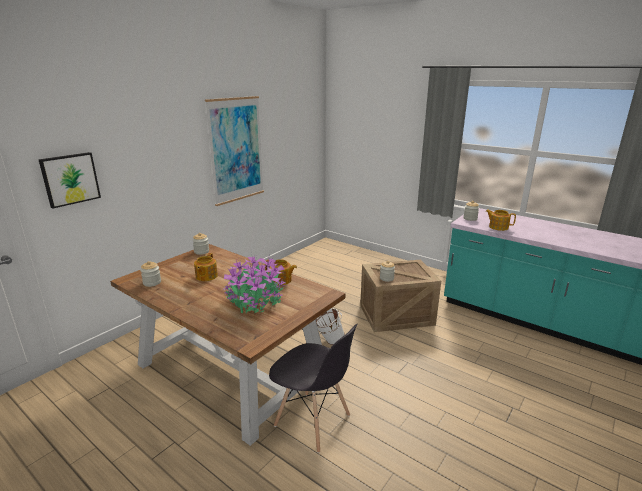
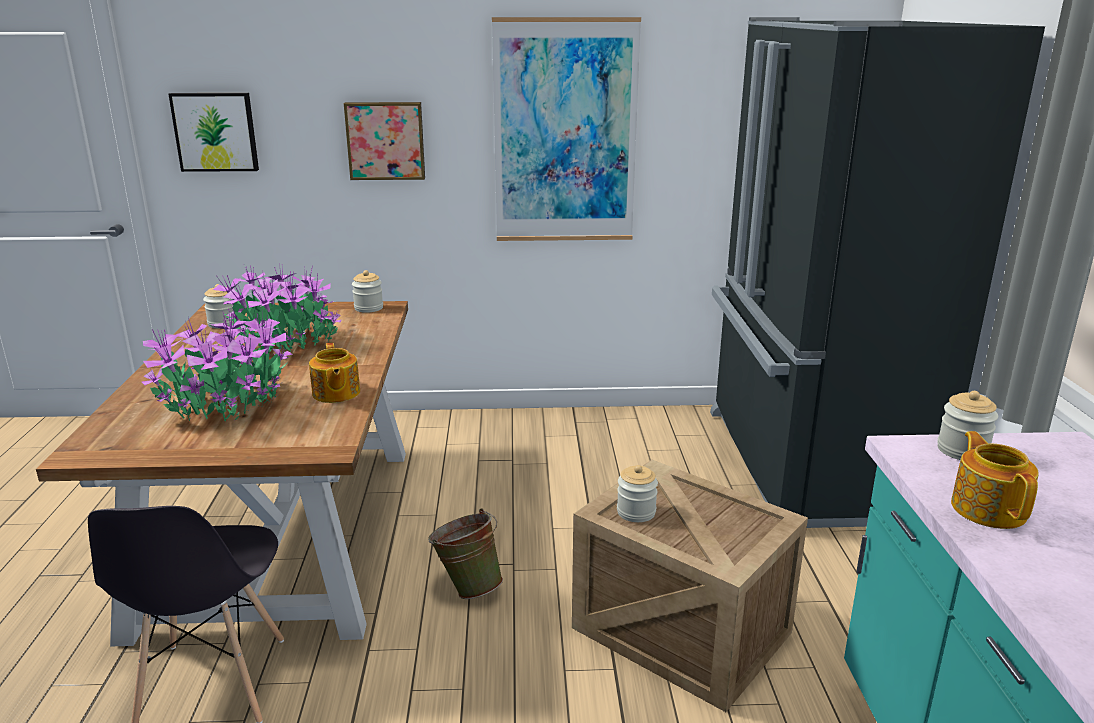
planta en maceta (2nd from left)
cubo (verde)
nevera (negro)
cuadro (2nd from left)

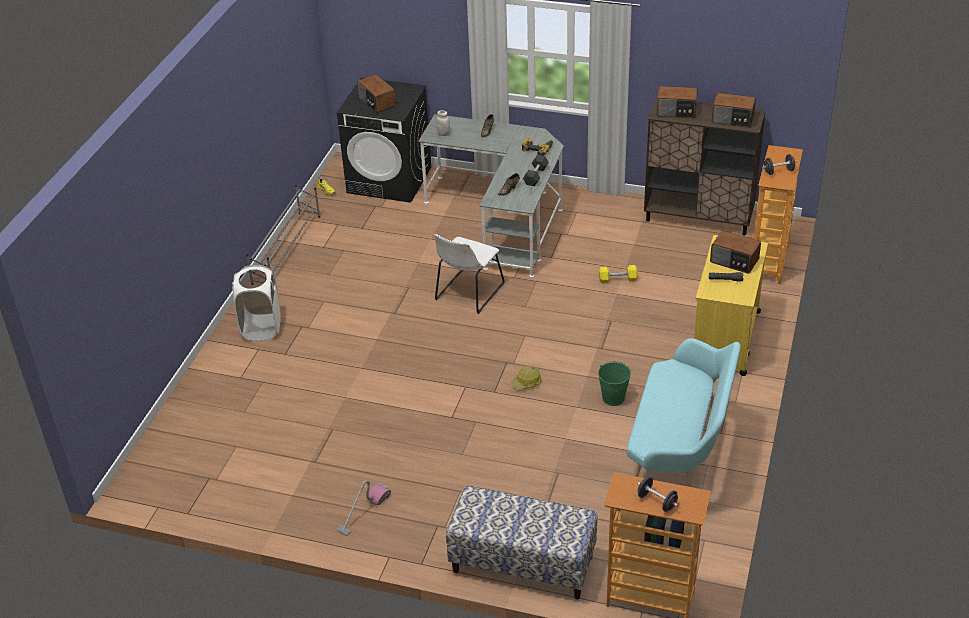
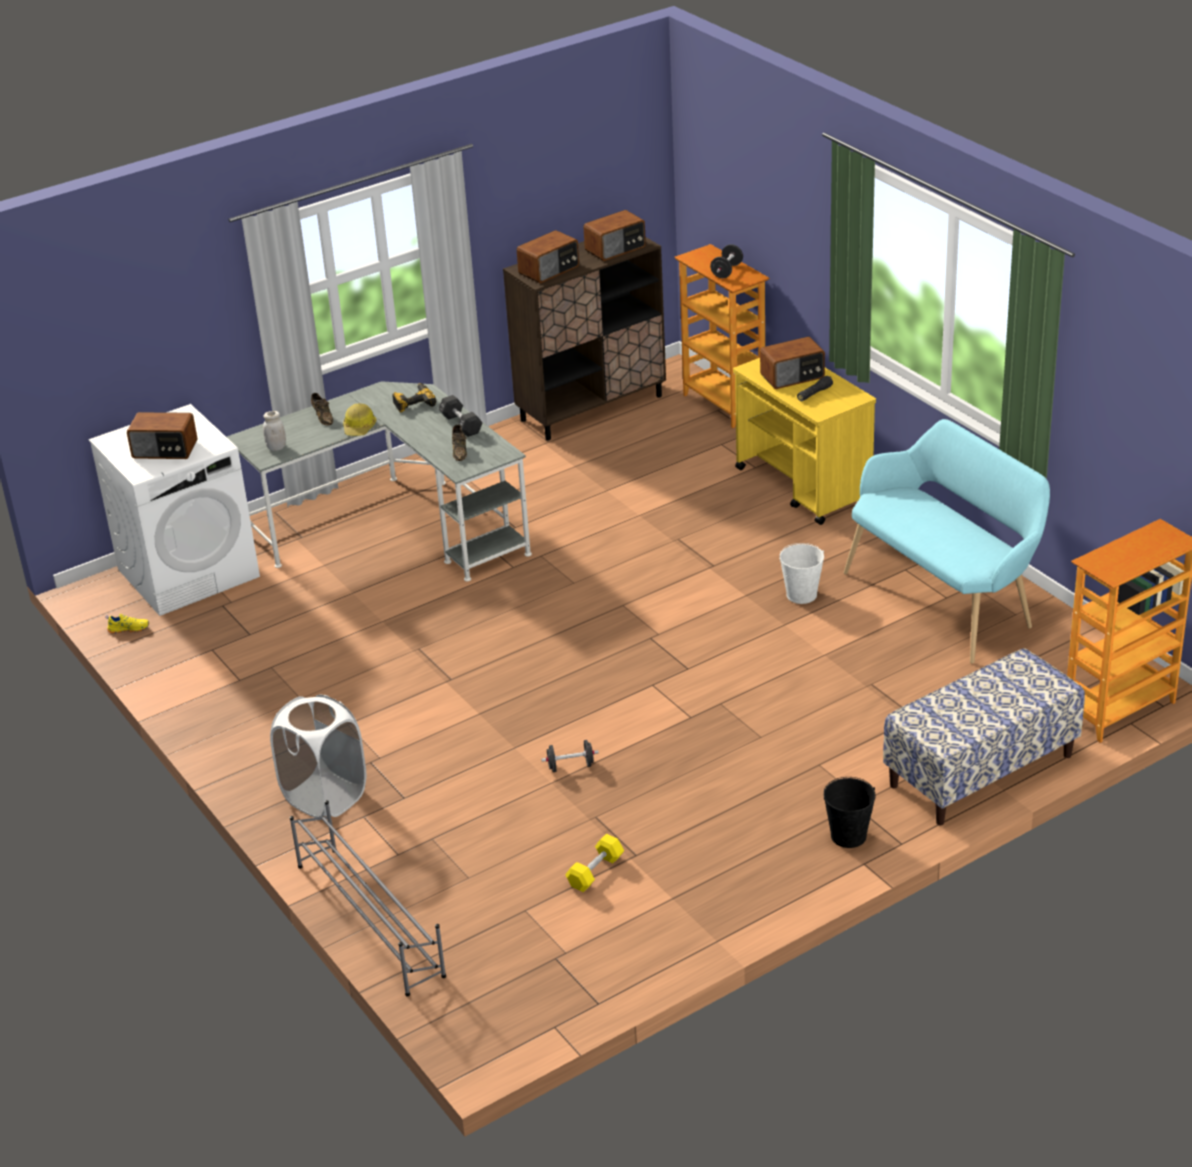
lavadora (blanco)
zapatero (gris)
silla (blanco)
mancuerna (amarillo)
cubo (blanco)
casco
mancuerna (negro) (2nd from left)
aspiradora
cubo (negro)

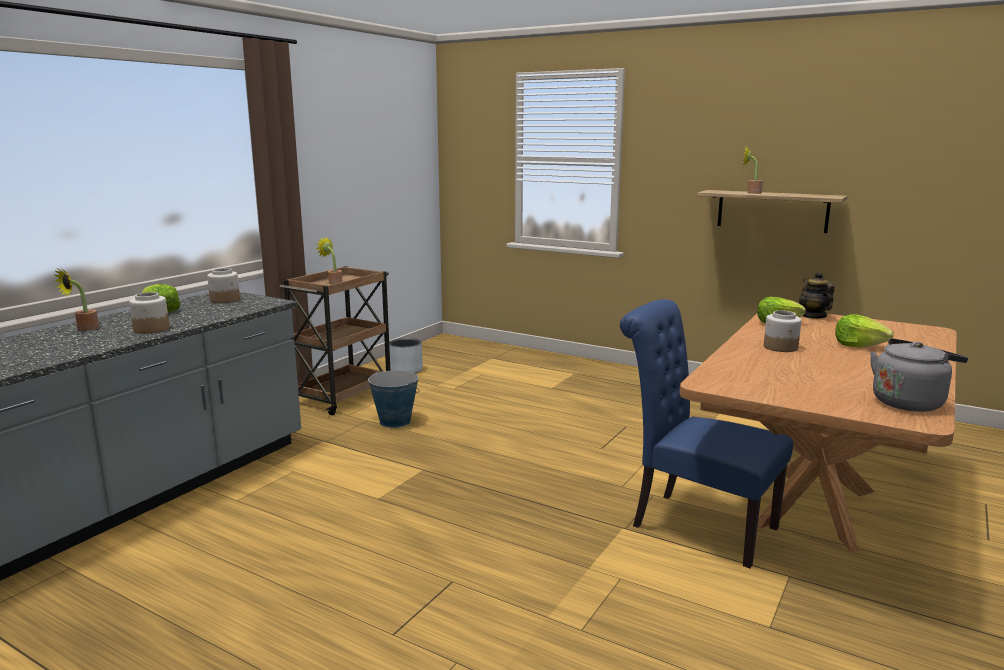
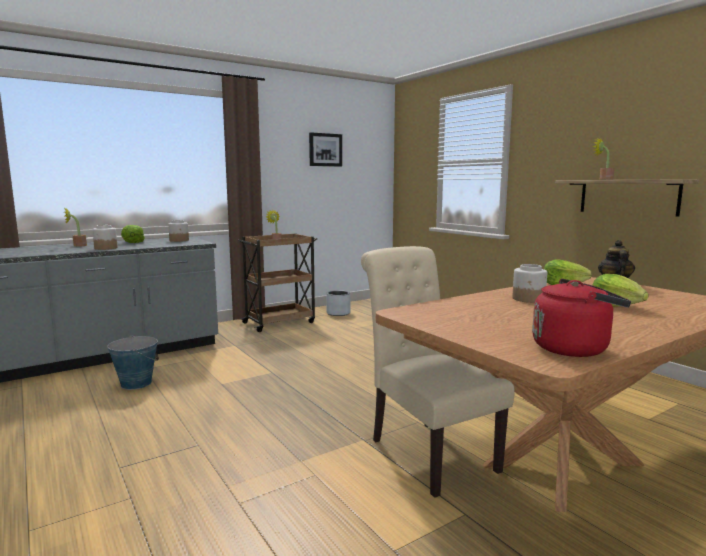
silla (beis)
hervidor (rojo)
cubo
cuadro

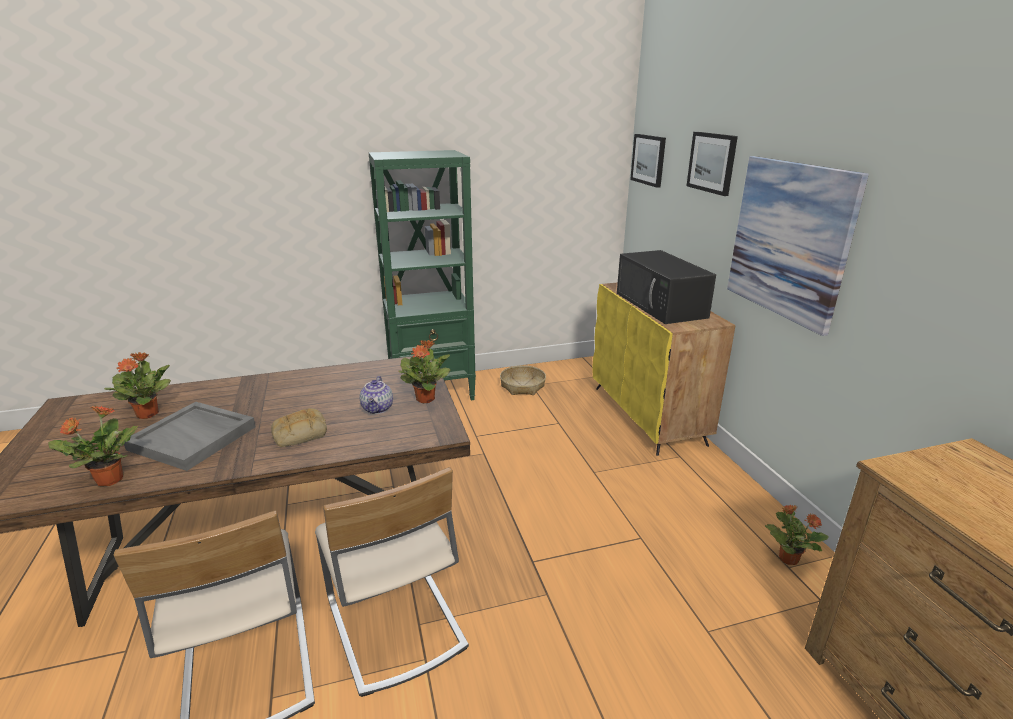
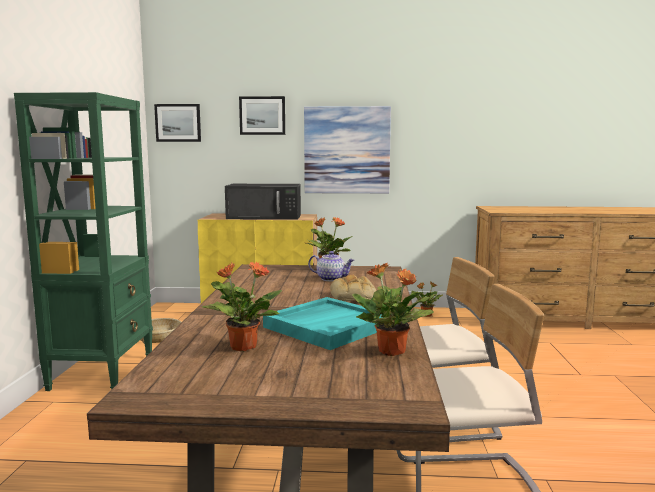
bandeja (turquesa)

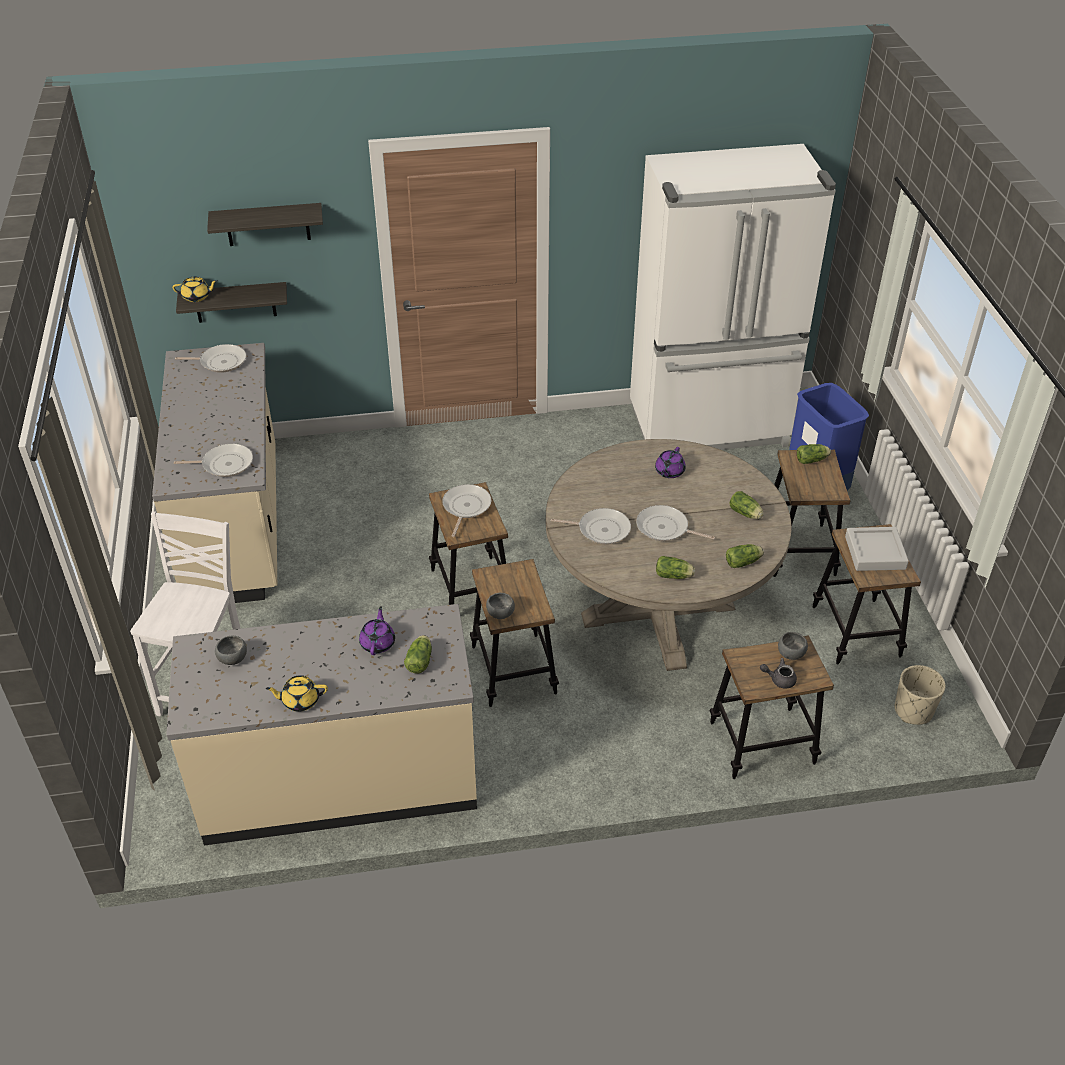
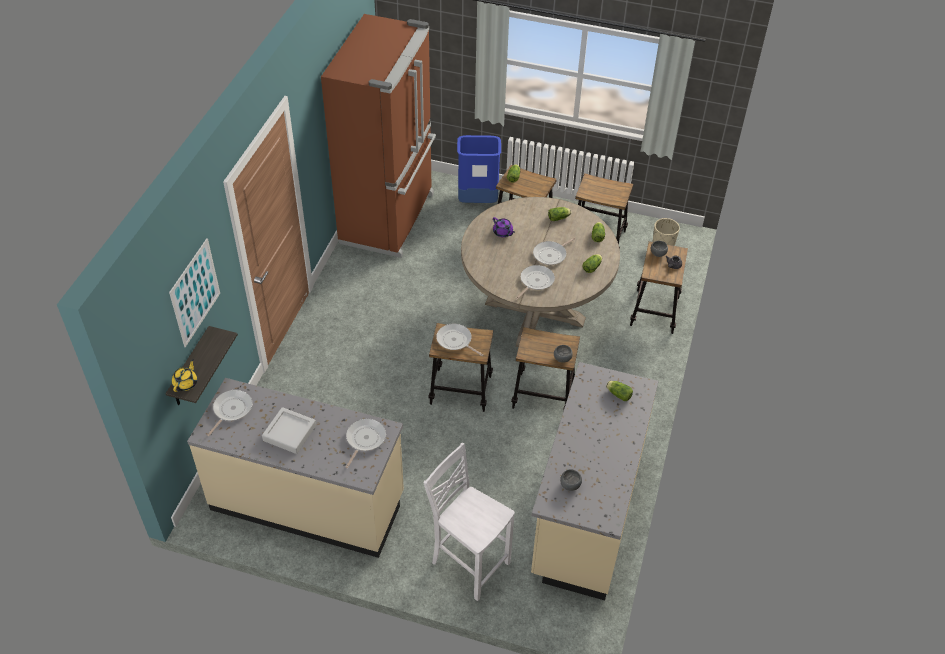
nevera (marrón)
cuadro
bandeja (gris)
tetera (morado) (1st from left in the first image)
tetera (amarillo) (2nd from left in the first image)

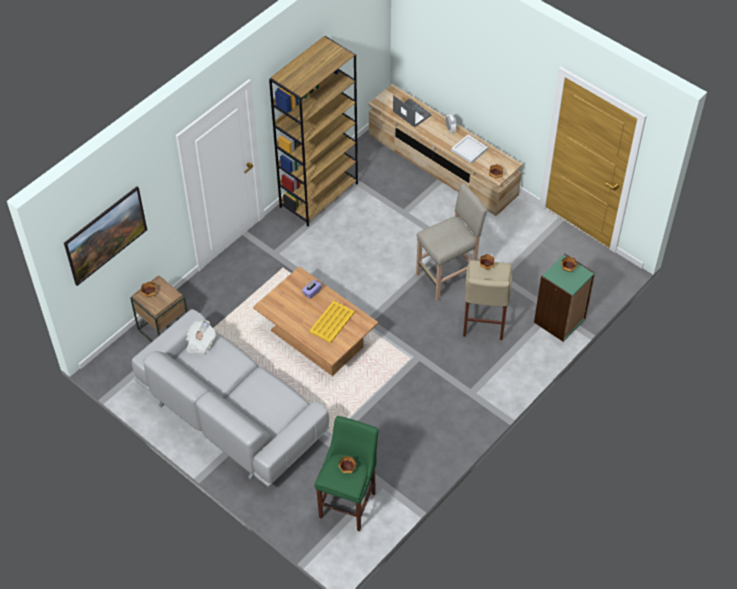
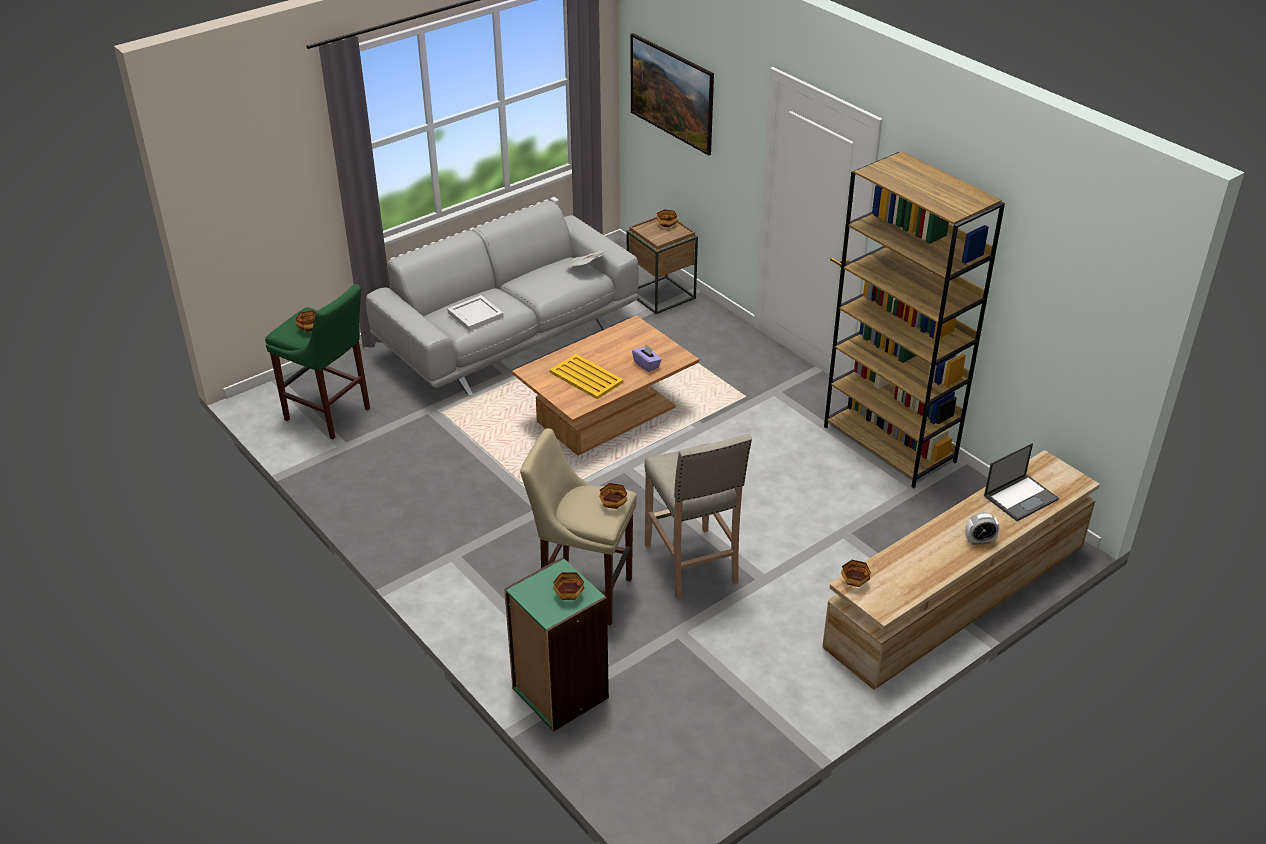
bandeja (blanco)

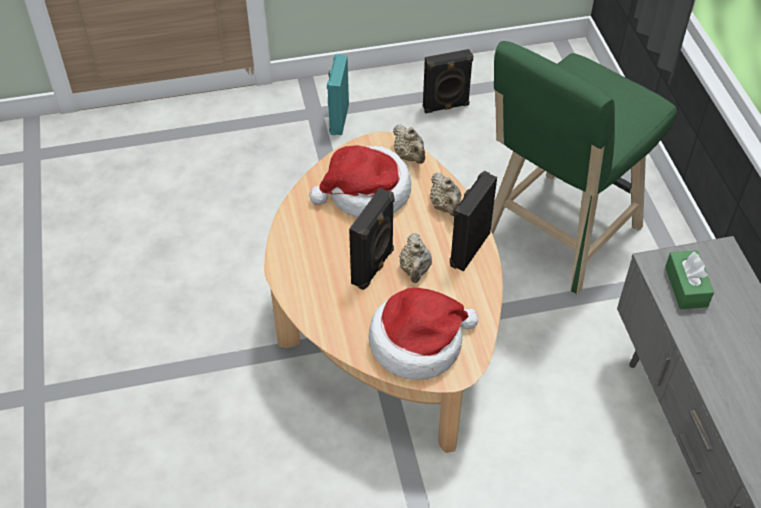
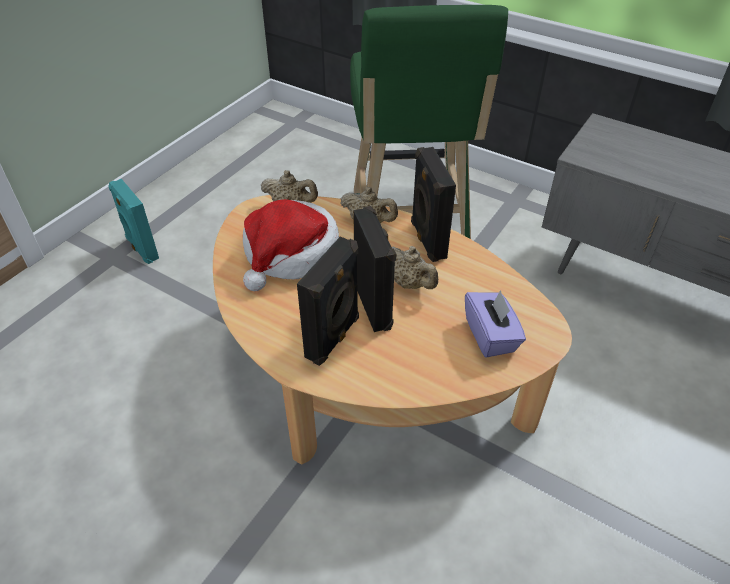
altavoz (negro) (1st from left)
caja de pañuelos (verde)
caja de pañuelos (morado)

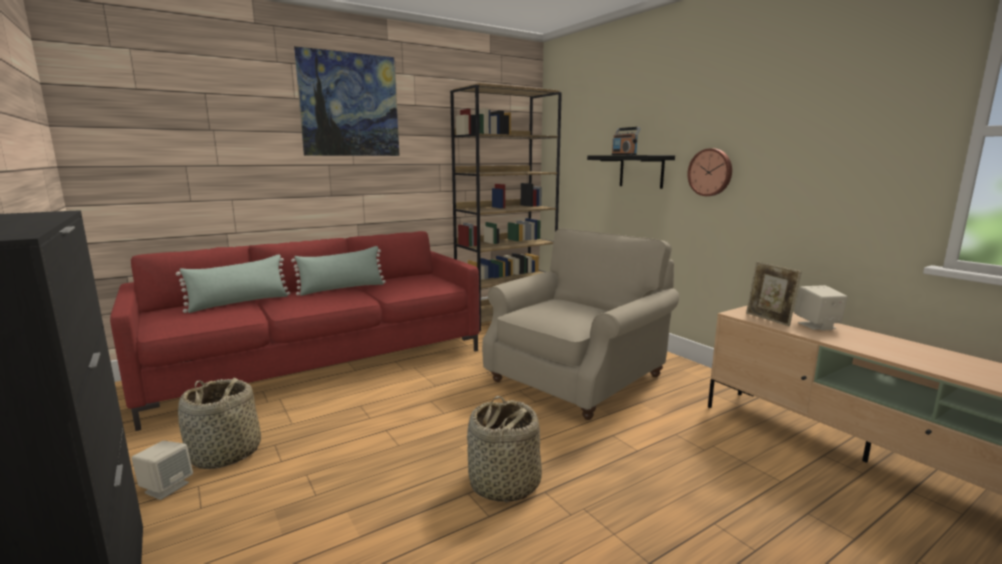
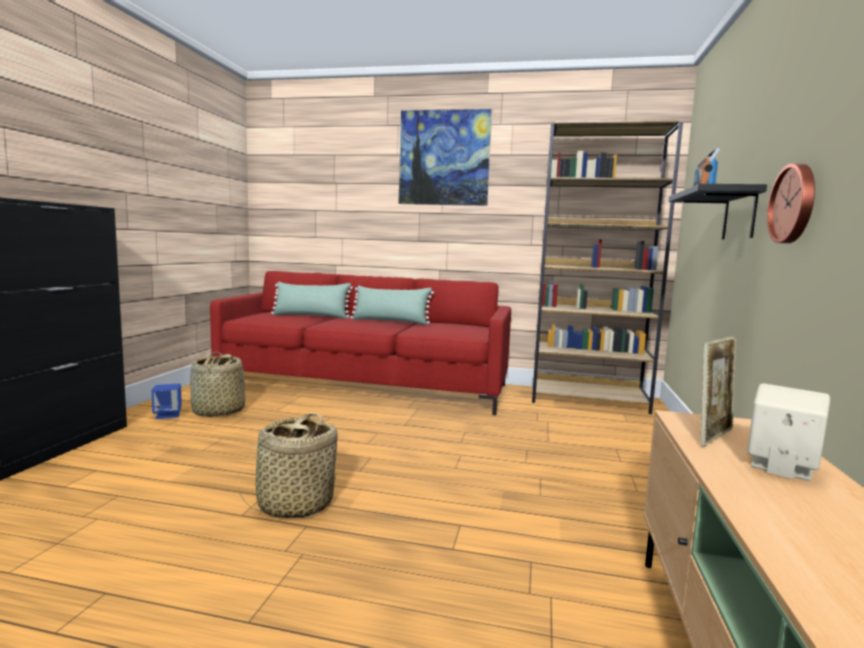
sillón (beis)
portarretratos
altavoz (azul)

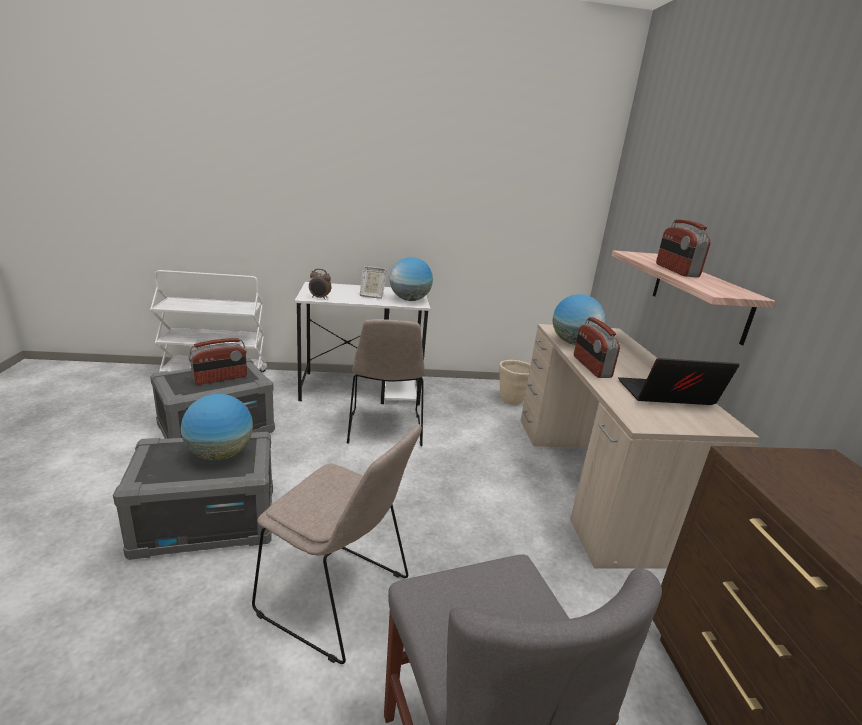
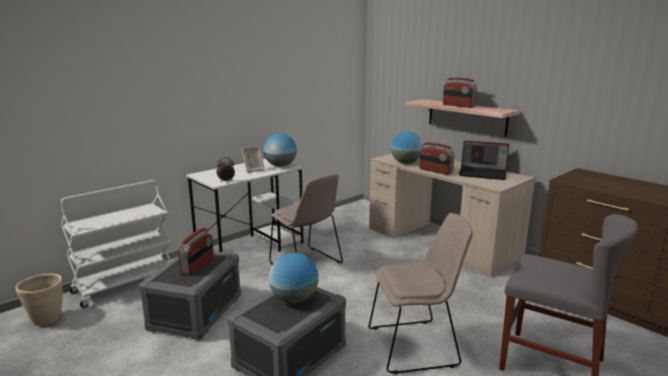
portátil
maceta (beis)

